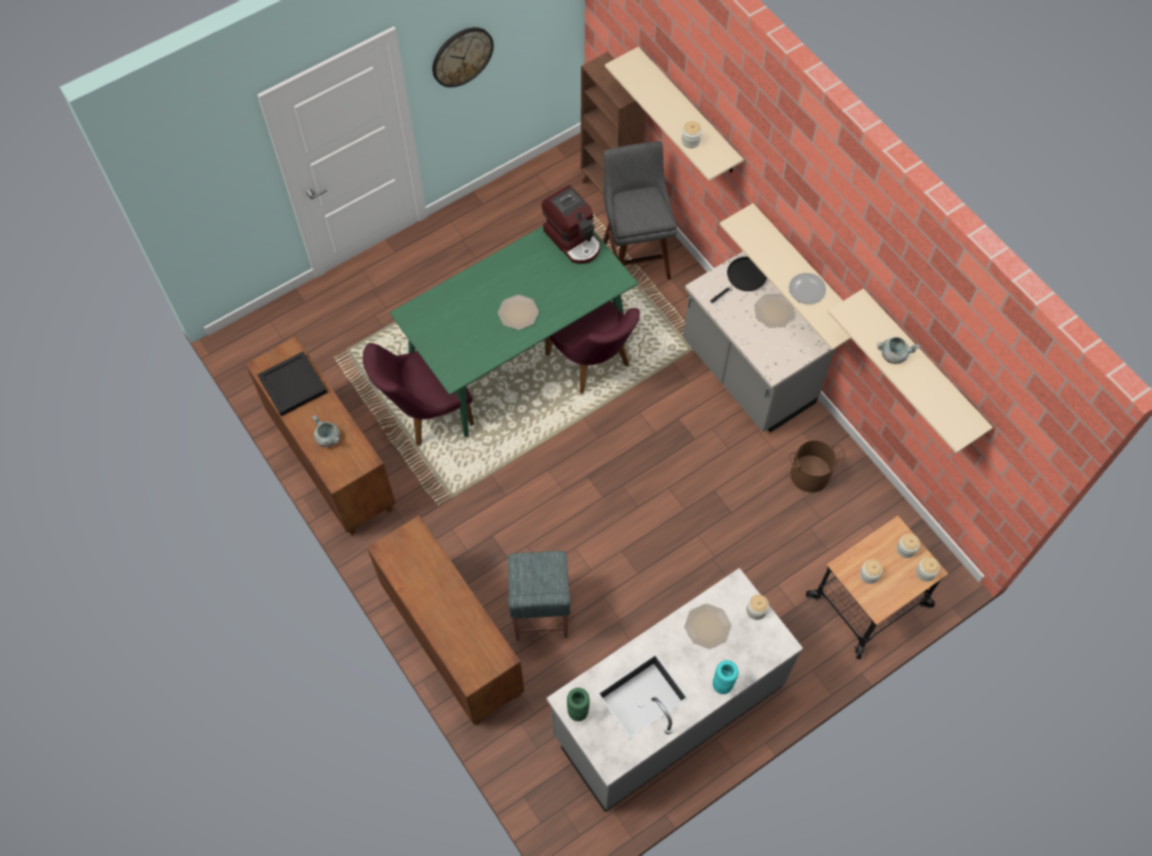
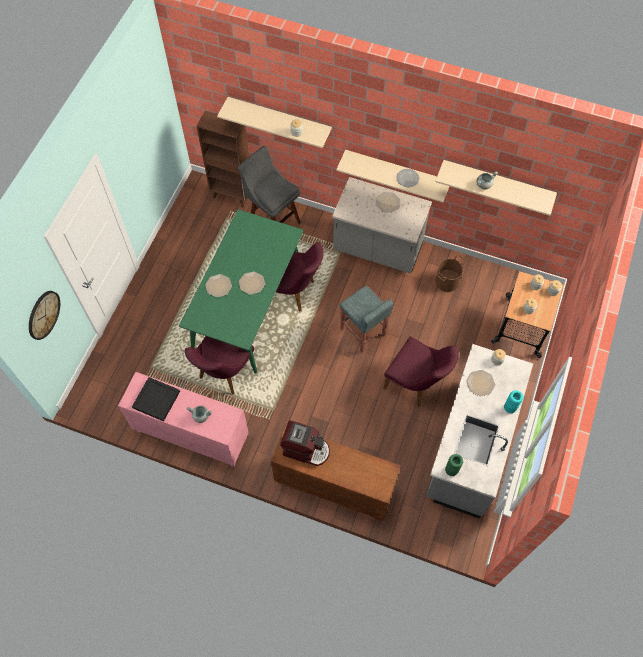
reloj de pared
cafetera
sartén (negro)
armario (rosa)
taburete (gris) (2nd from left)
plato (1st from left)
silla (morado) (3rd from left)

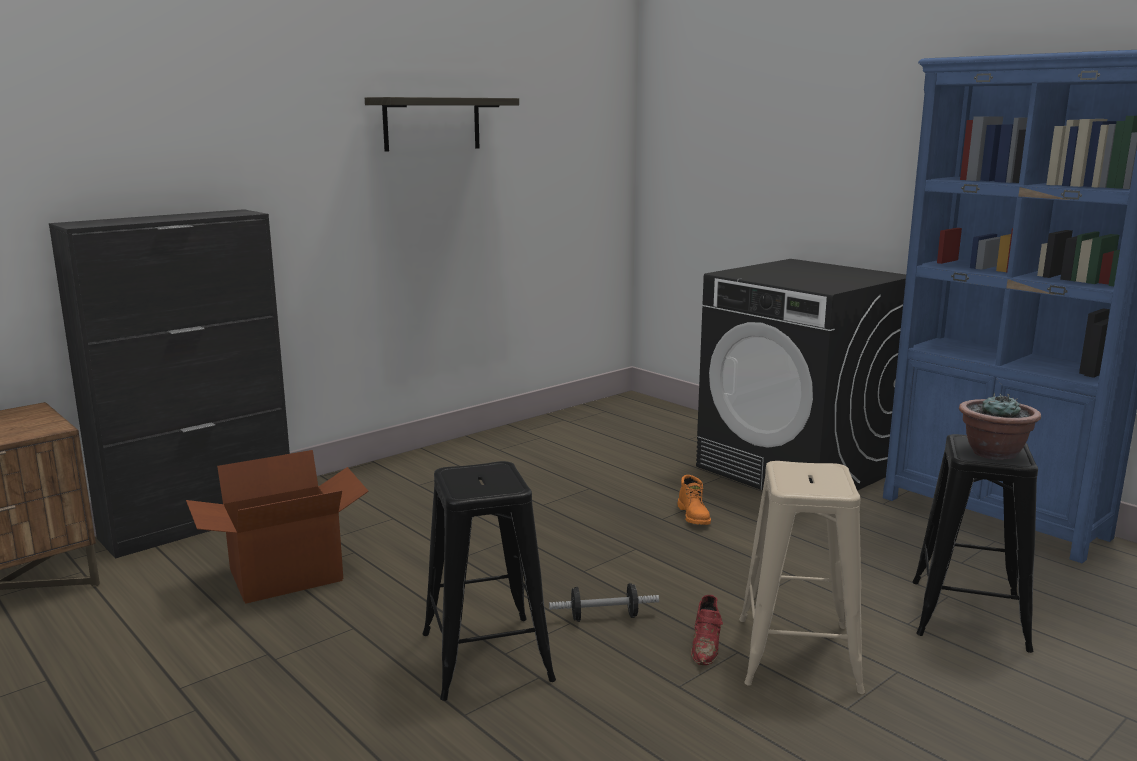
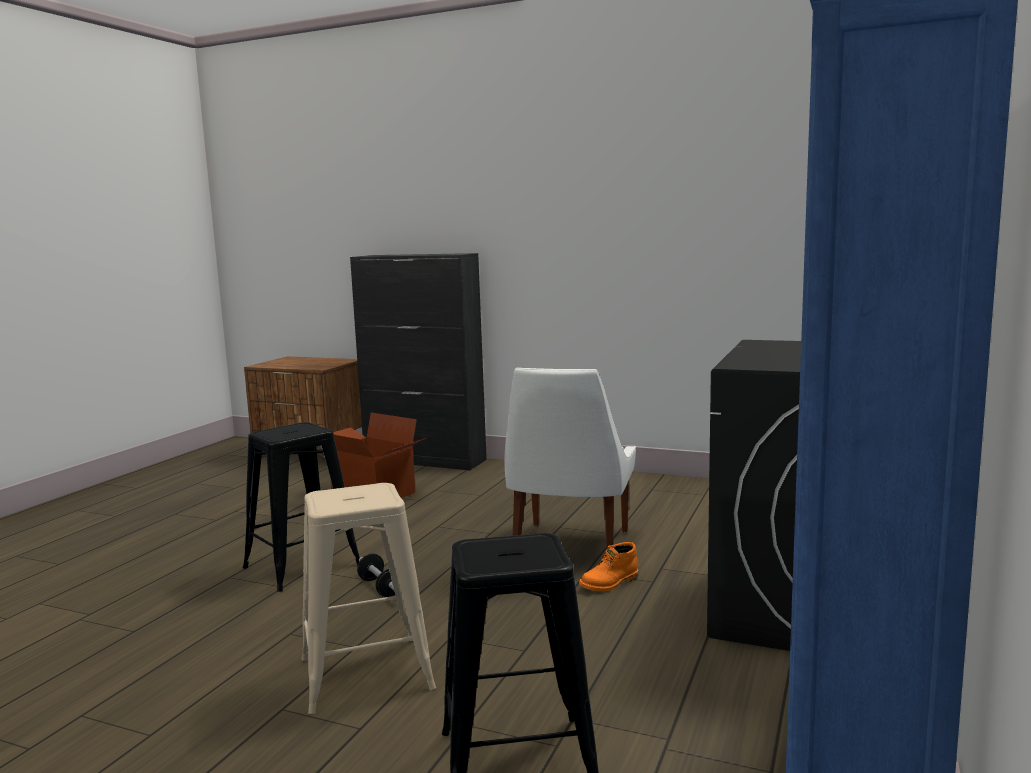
estante
planta en maceta
zapato (rojo)
silla (blanco)

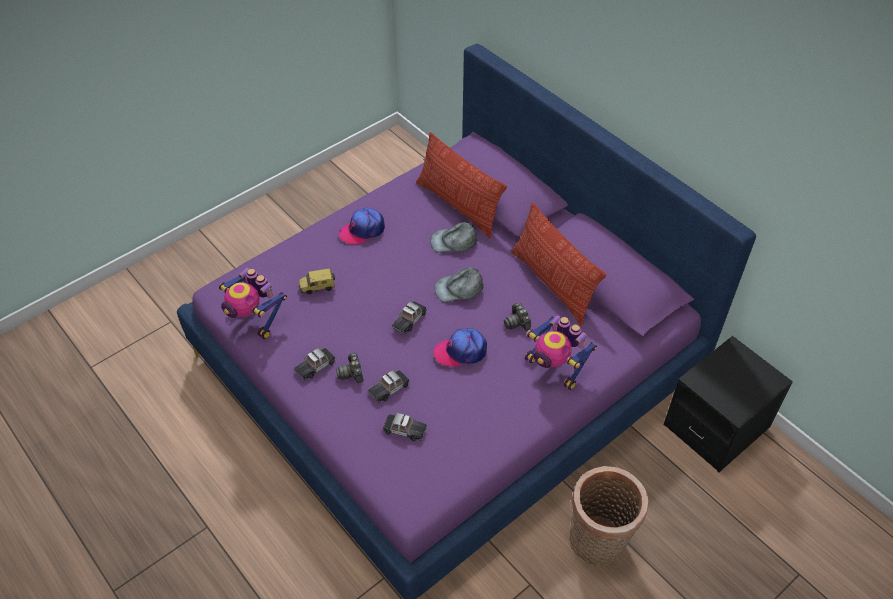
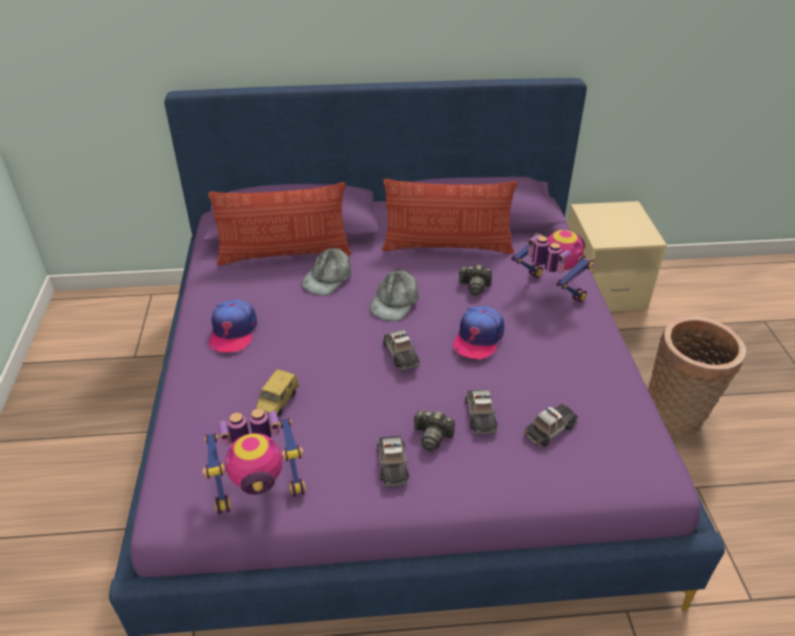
robot de juguete (2nd from left)
mesita de noche (beis)

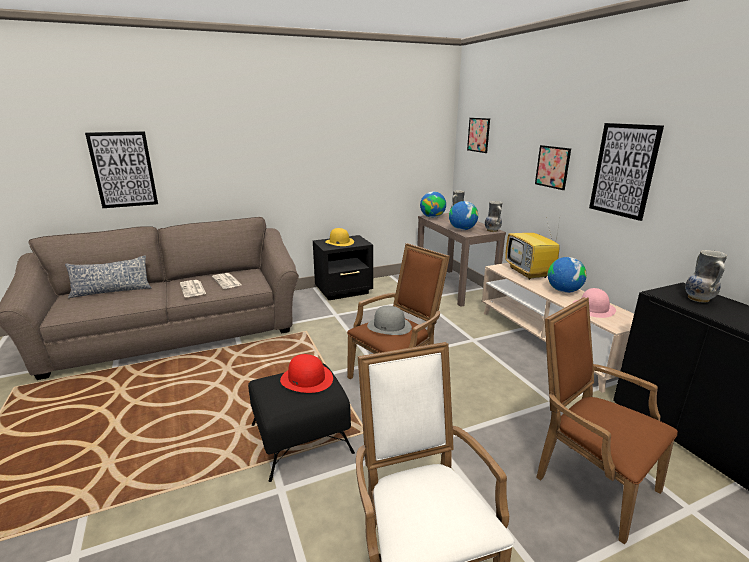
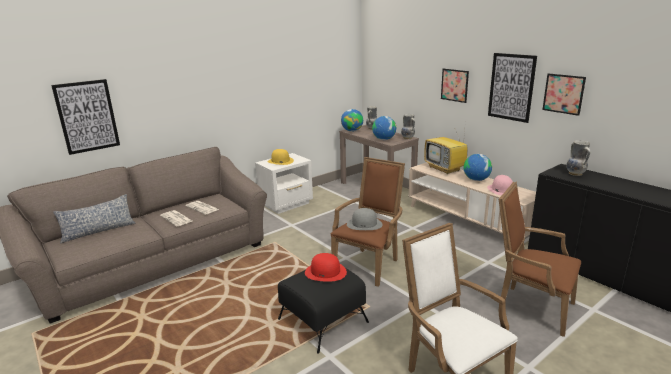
cuadro (4th from left)
mesita de noche (blanco)

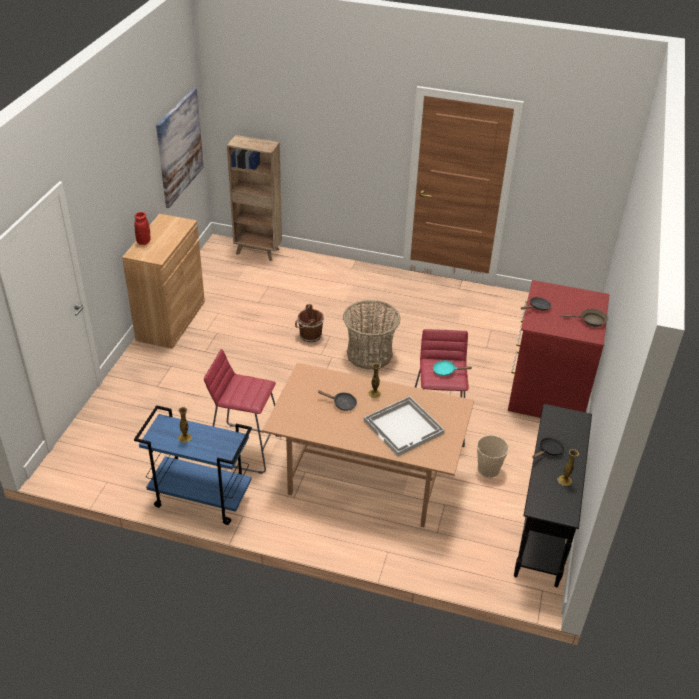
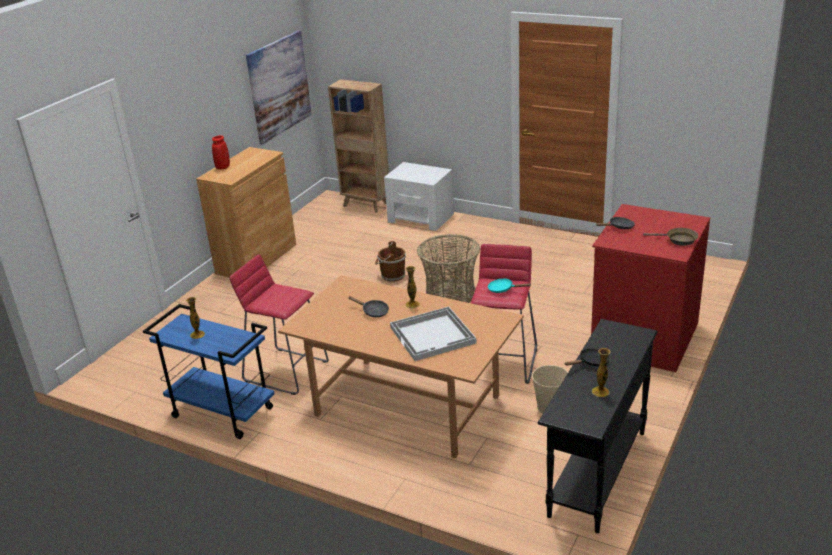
mesita de noche (blanco)

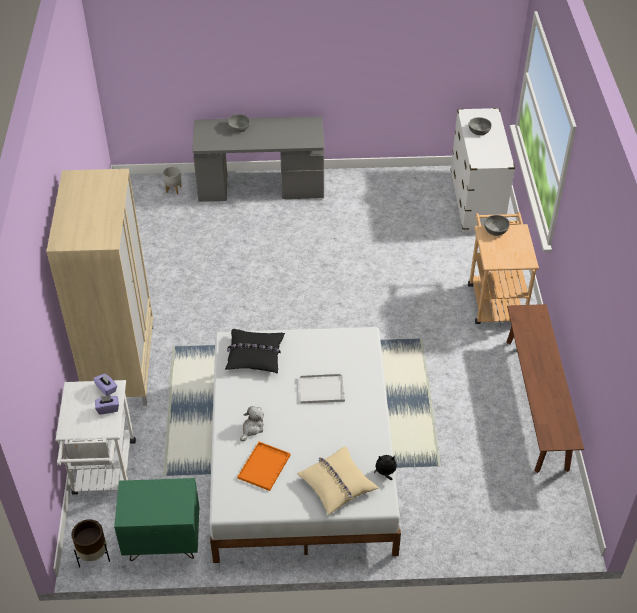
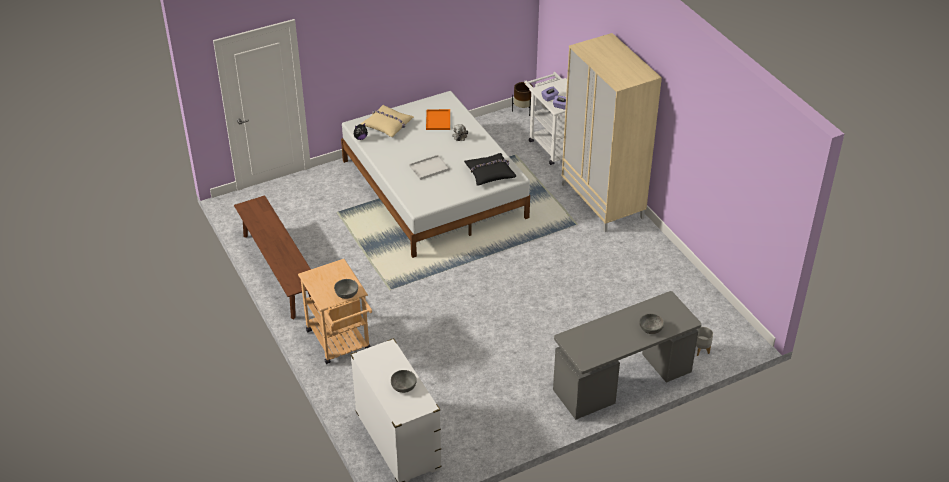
mesita de noche (verde)

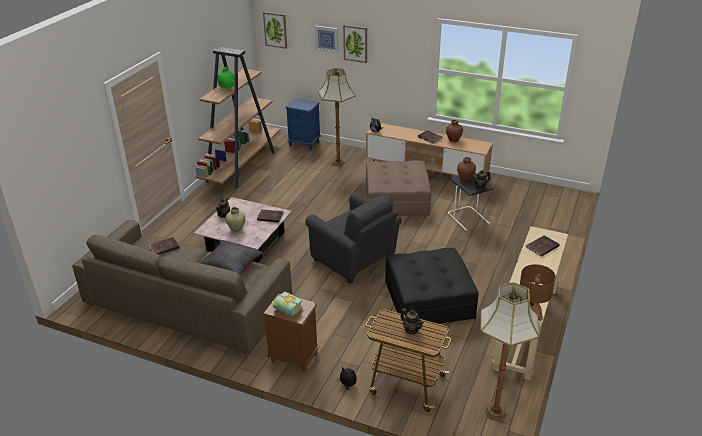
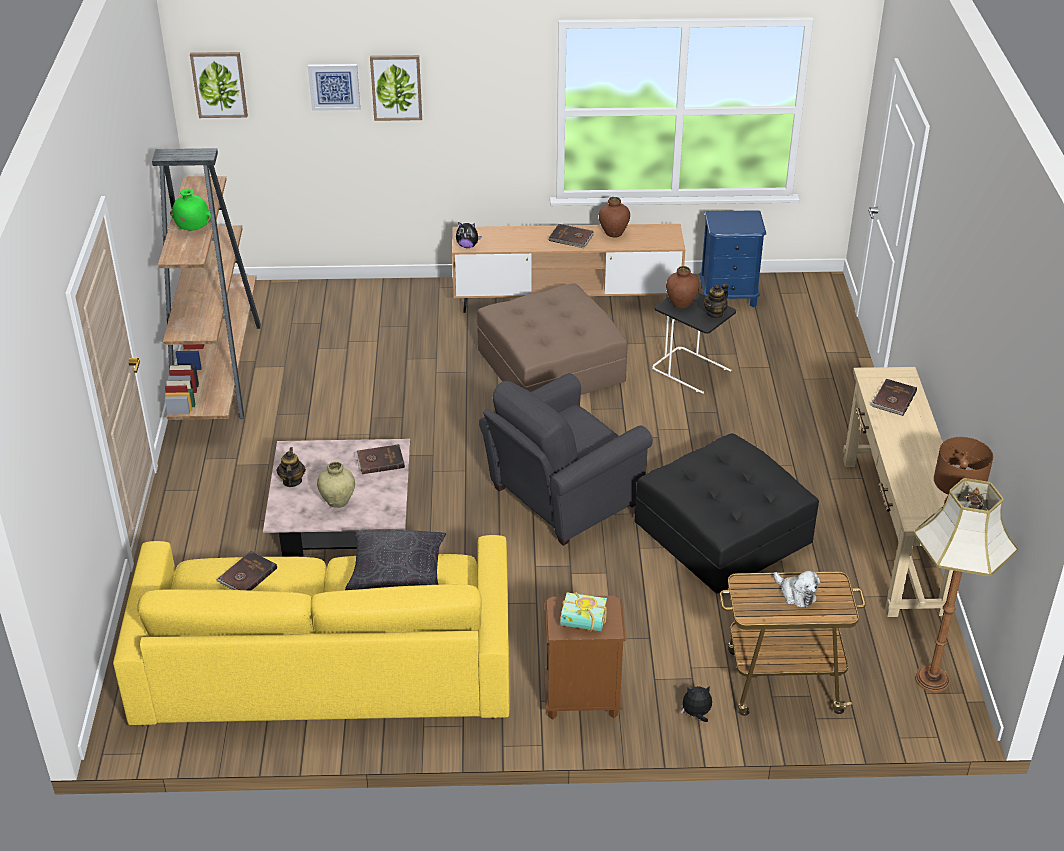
lámpara de pie (1st from left in the first image)
mesita de noche (azul)
sillón (gris)
sofá (amarillo)
peluche (3rd from left)

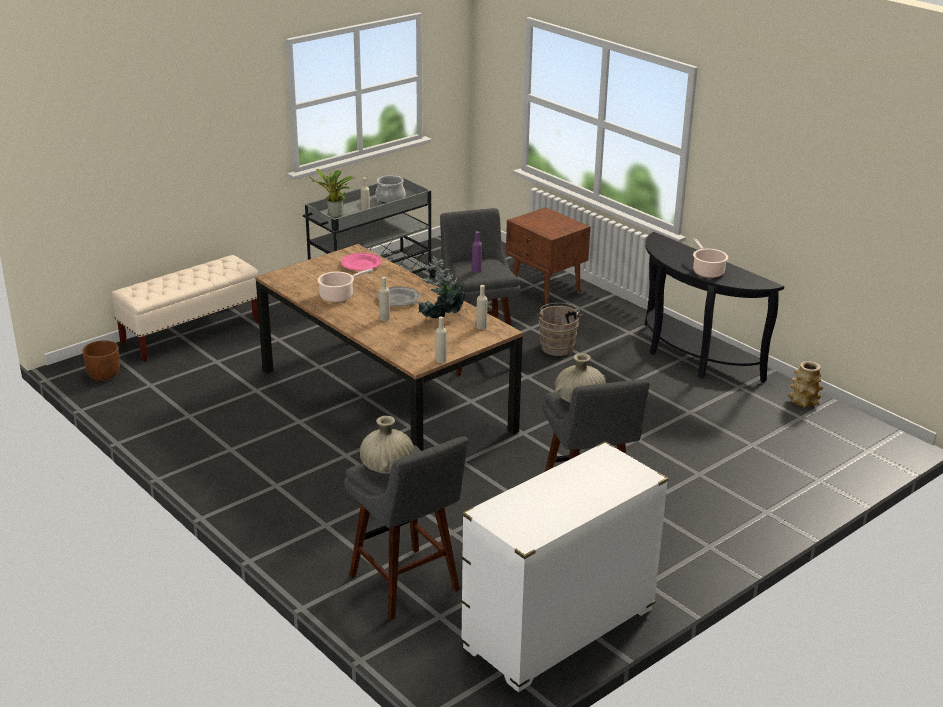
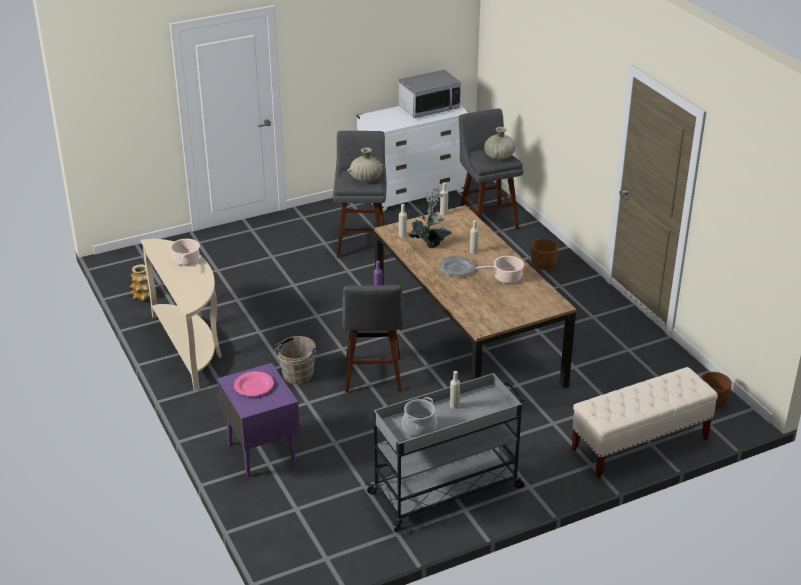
planta en maceta (1st from left in the first image)
mesita de noche (morado)
mesa consola (beis)
plato (rosa)
microondas
maceta (marrón) (1st from left)

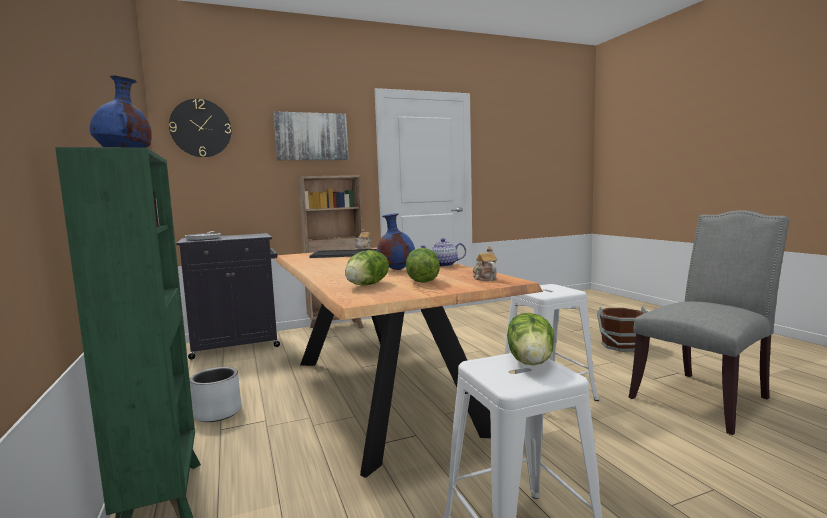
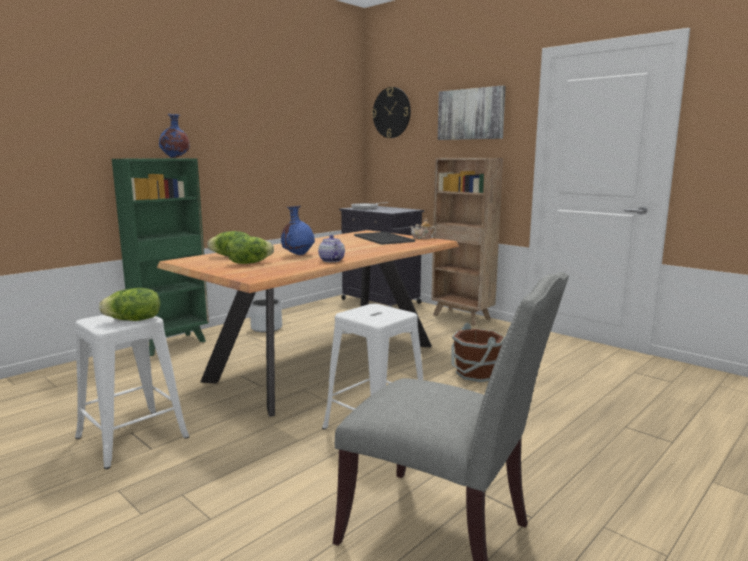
tetera (3rd from left in the first image)
cubo (marrón)

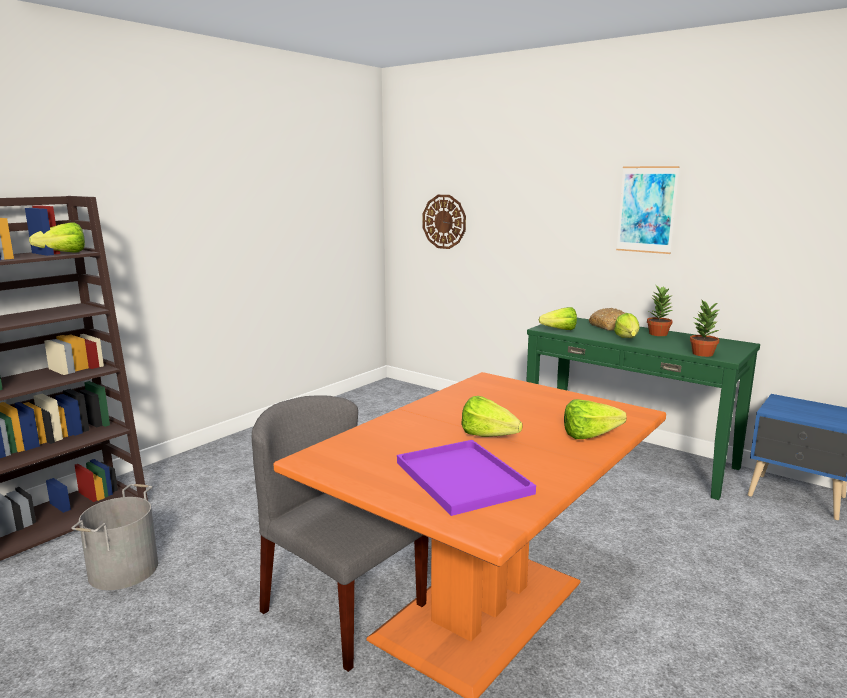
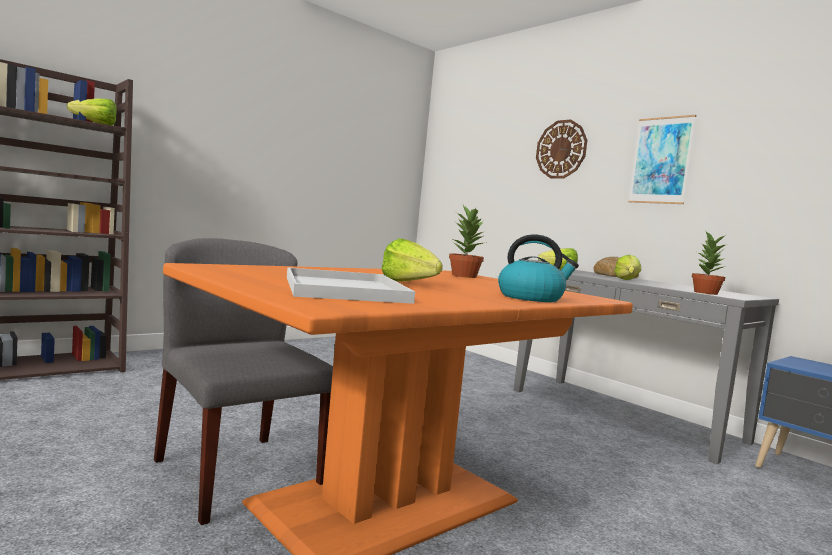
reloj de pared
planta en maceta (1st from left)
mesa consola (gris)
hervidor
bandeja (blanco)
cubo (gris)

